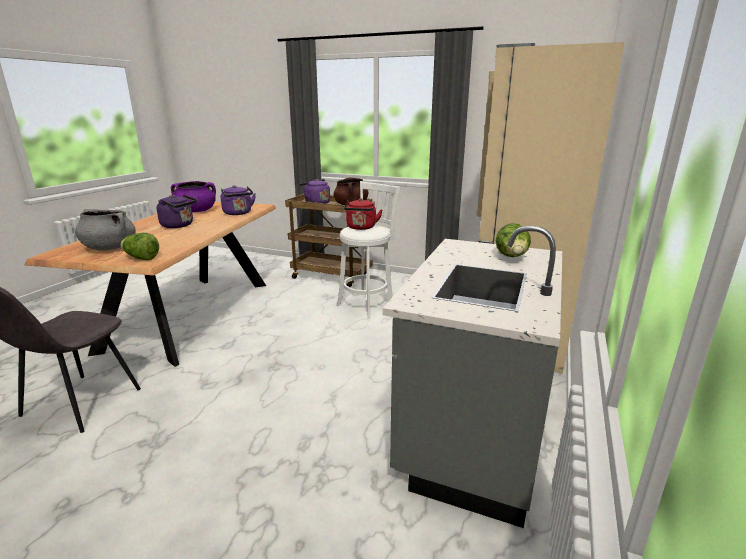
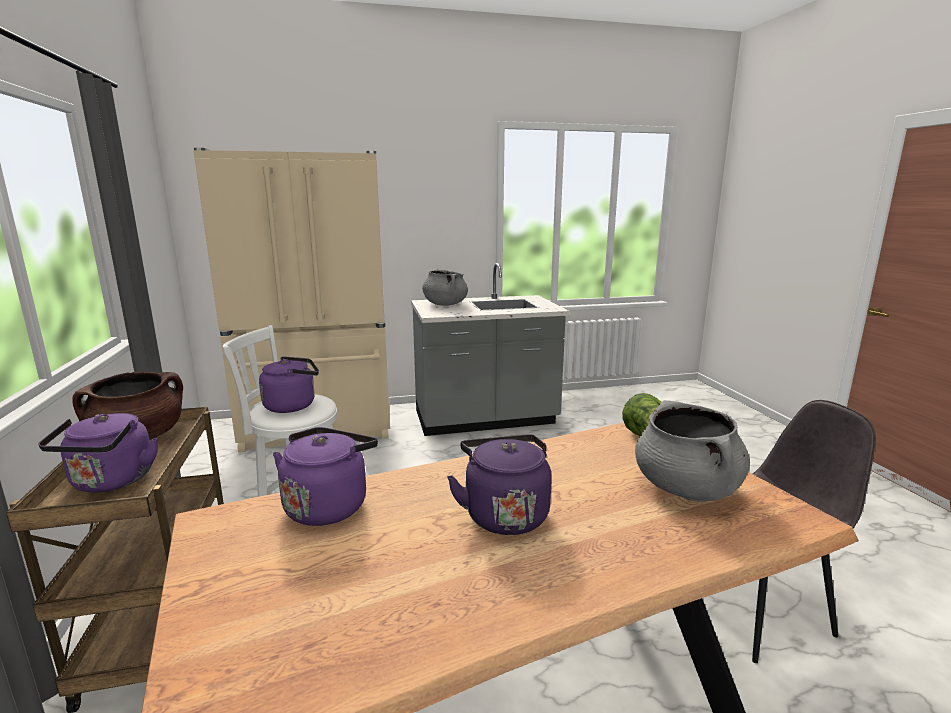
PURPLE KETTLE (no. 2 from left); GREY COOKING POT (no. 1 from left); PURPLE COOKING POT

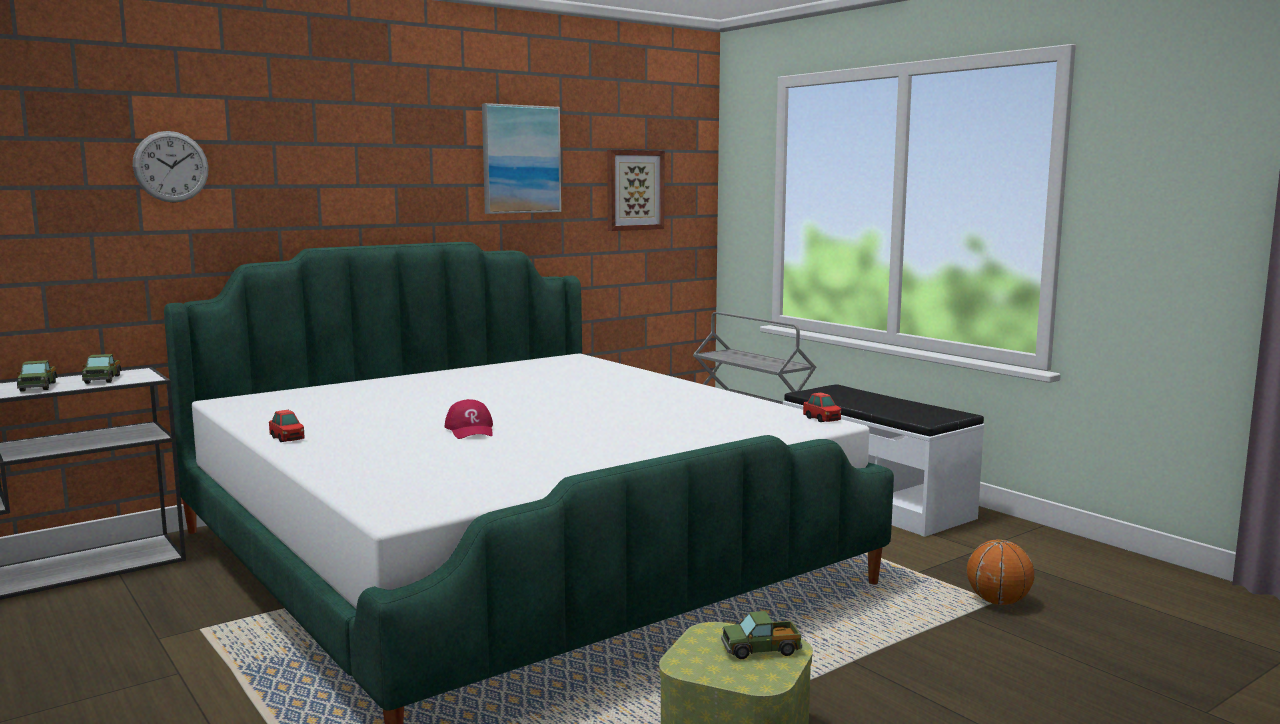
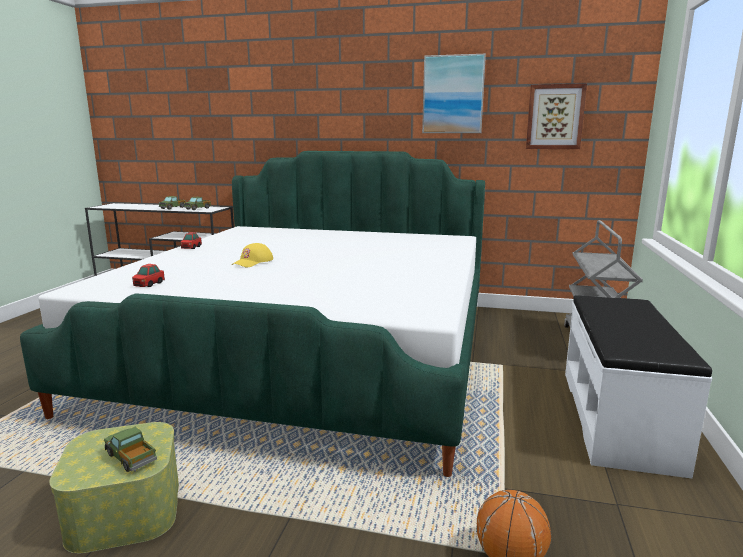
TOY CAR (no. 1 from left); YELLOW CAP; WALL CLOCK

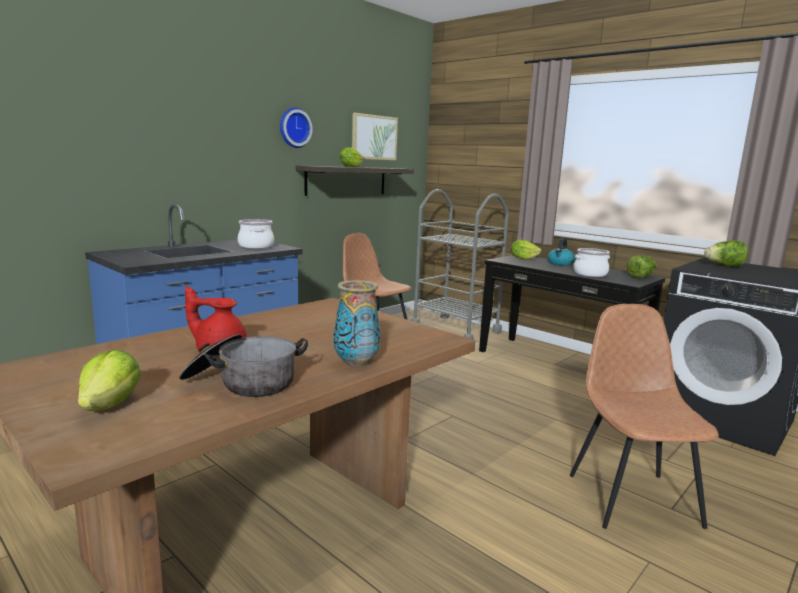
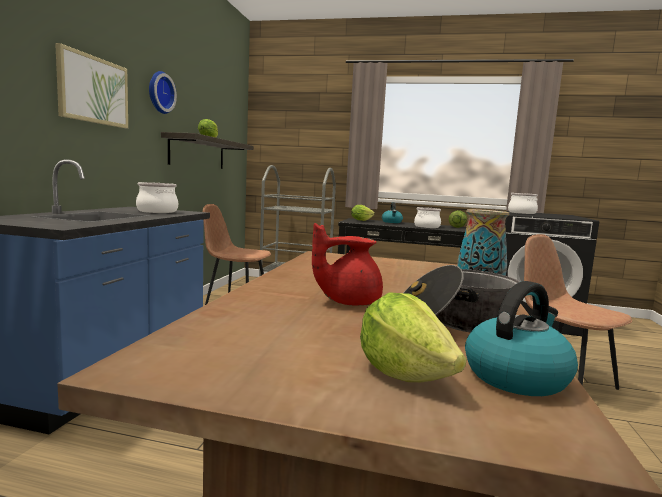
PICTURE; KETTLE (no. 2 from left); COOKING POT (no. 4 from left)

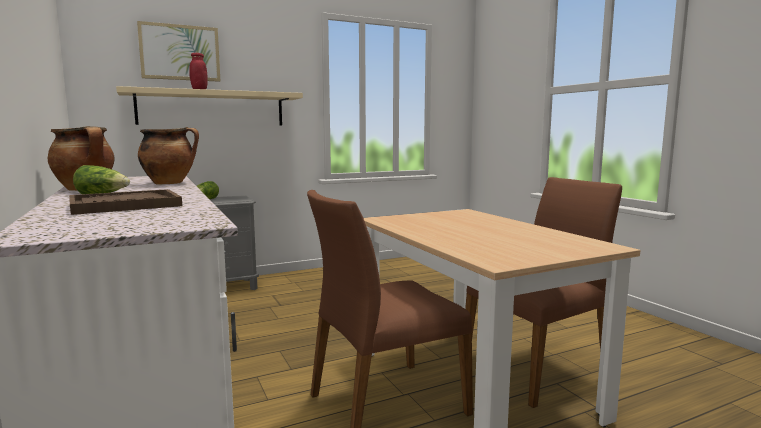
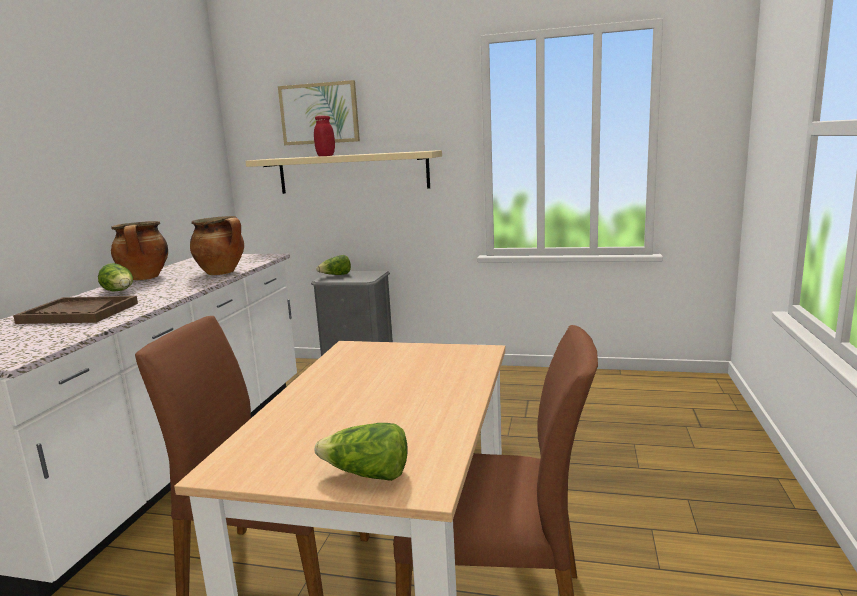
LETTUCE (no. 3 from left)

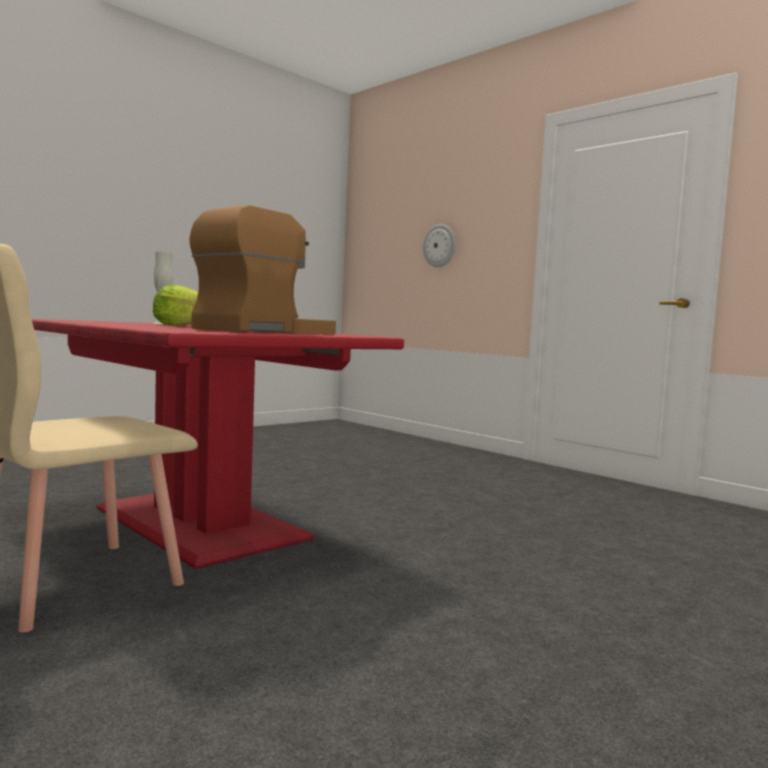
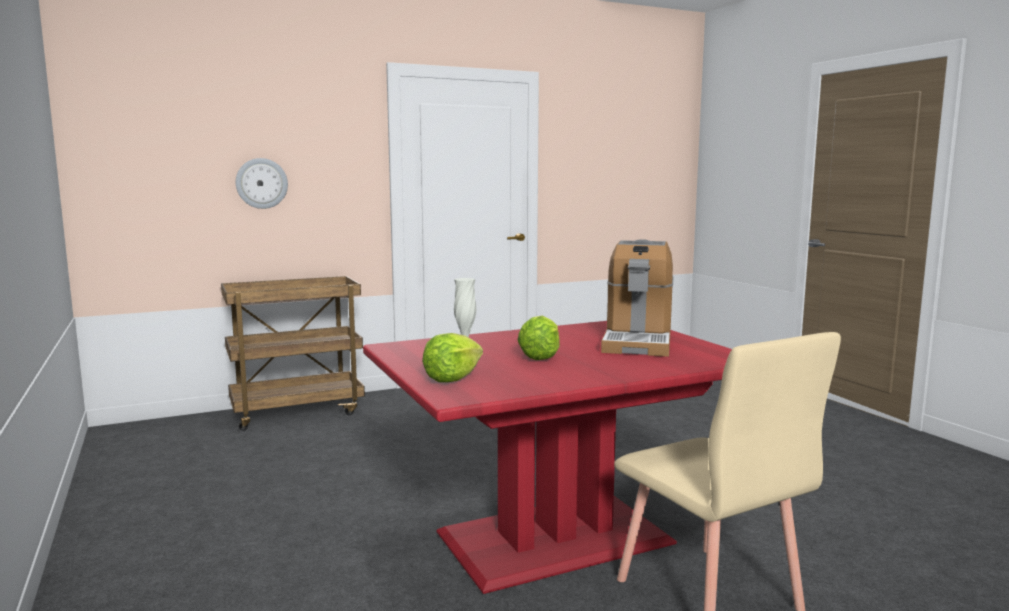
BROWN CART; LETTUCE (no. 1 from left); COFFEE MACHINE

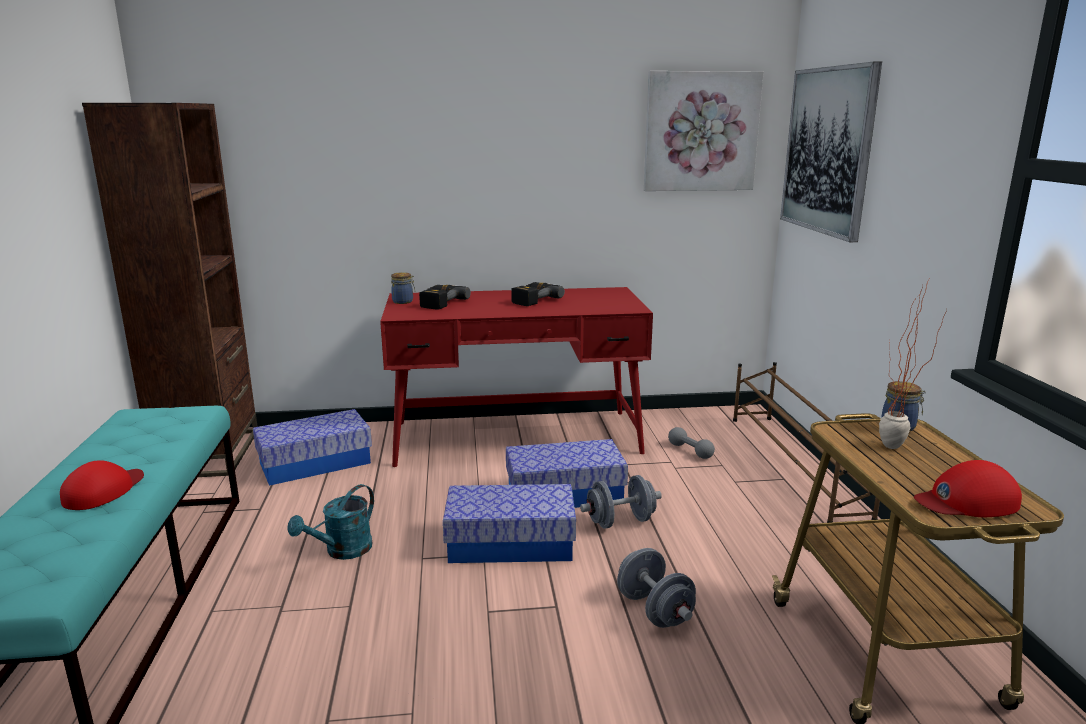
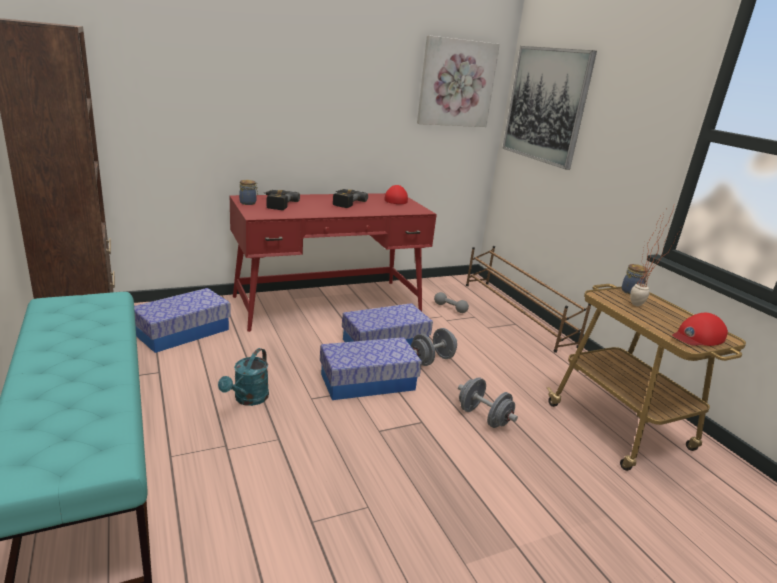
RED CAP (no. 1 from left)

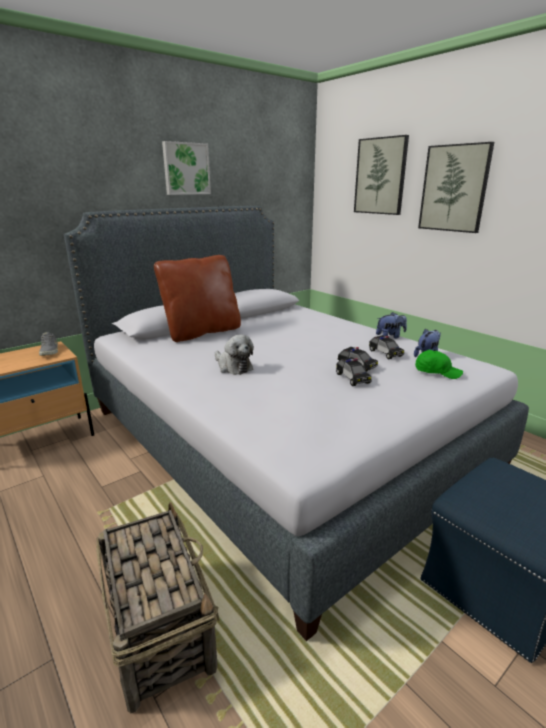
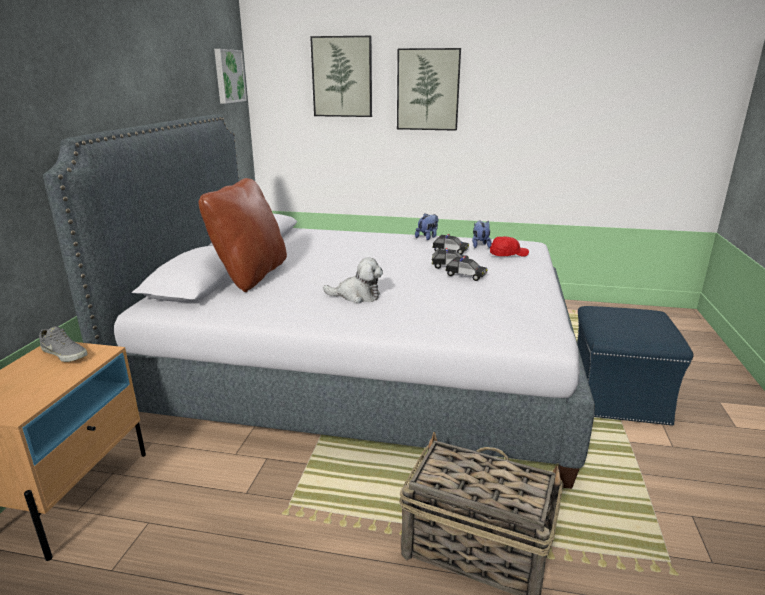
PICTURE (no. 1 from left); RED CAP

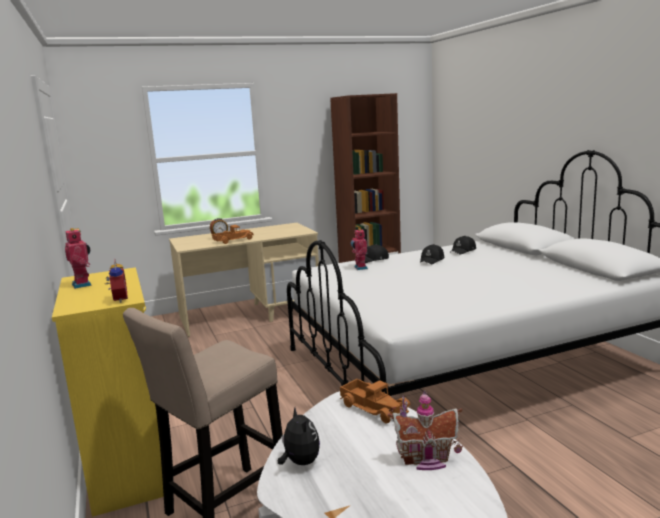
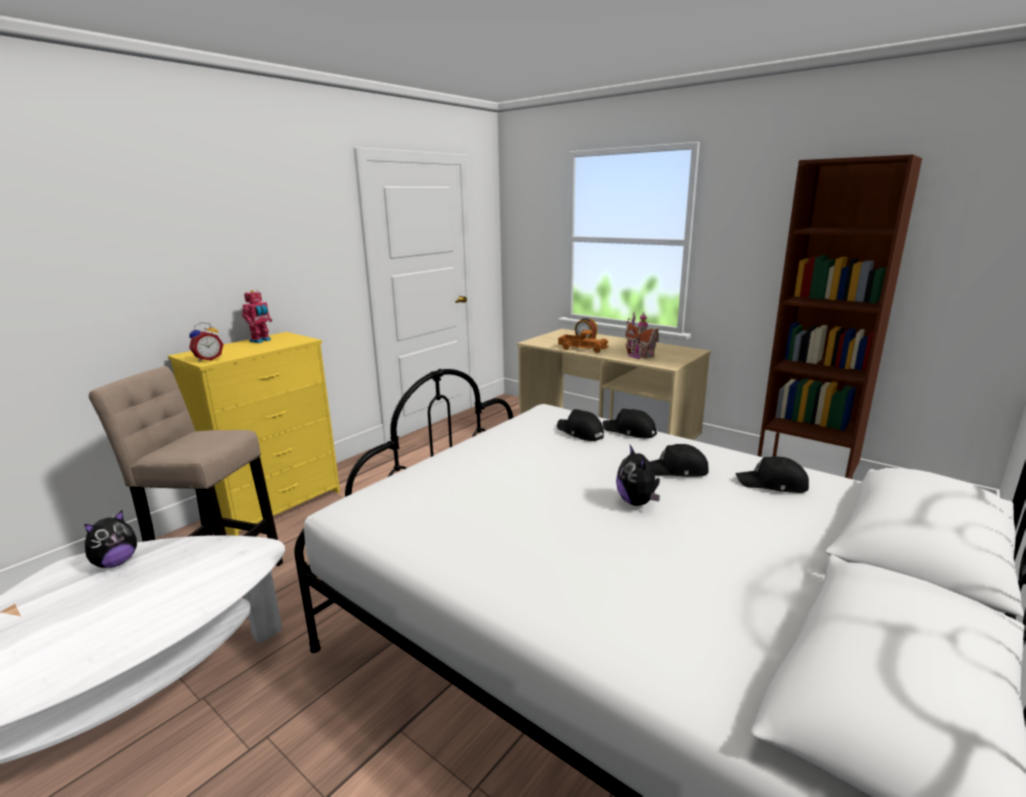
BLACK CAP (no. 1 from left); PLUSH TOY (no. 2 from left); TOY HOUSE; TOY TRUCK (no. 2 from left in the first image)

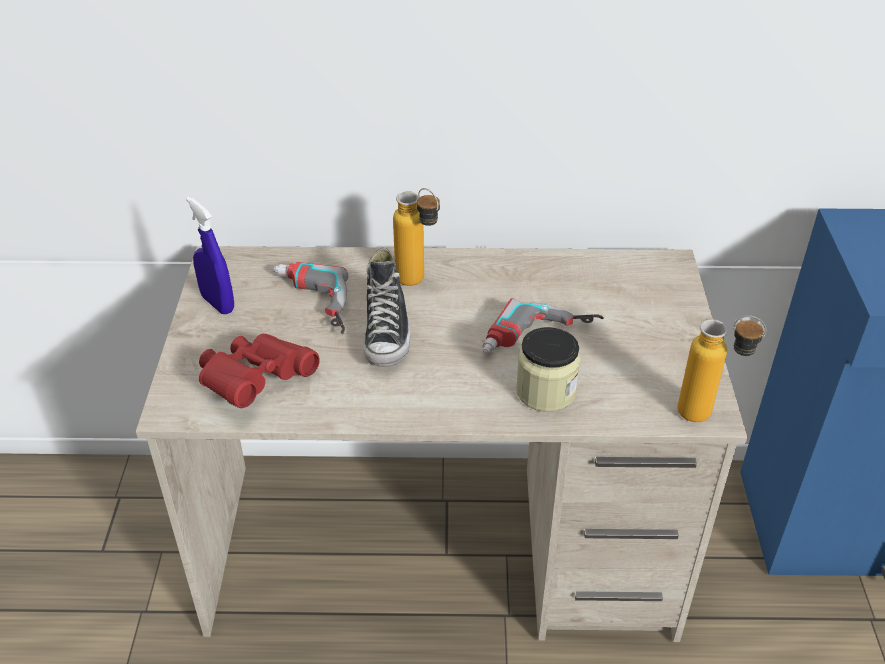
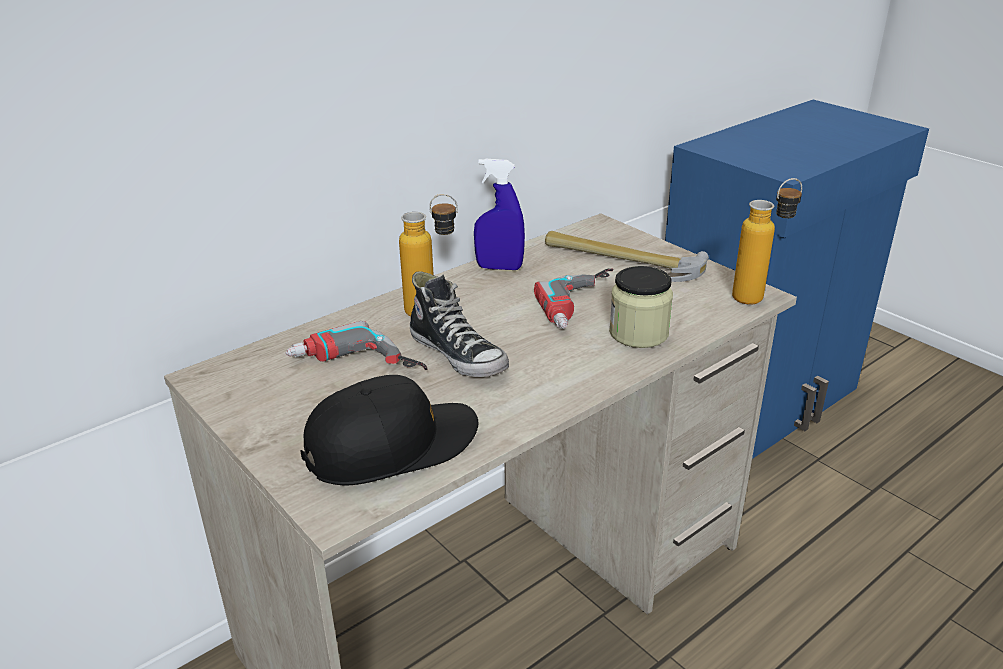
BLACK CAP; BLUE SPRAY BOTTLE; HAMMER

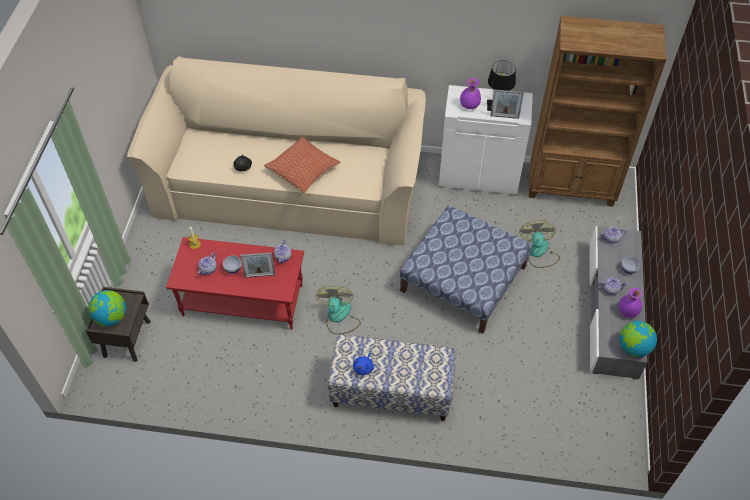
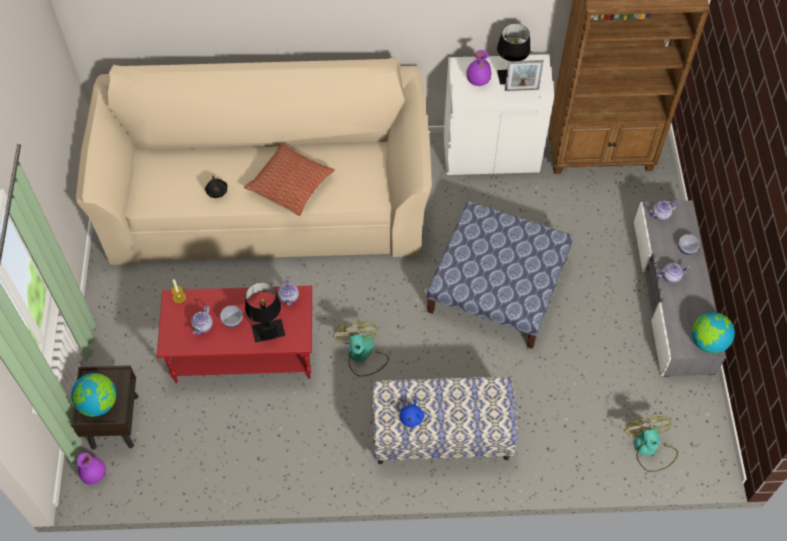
PURPLE VASE (no. 1 from left); BLACK TABLE LAMP (no. 1 from left); FAN (no. 2 from left)

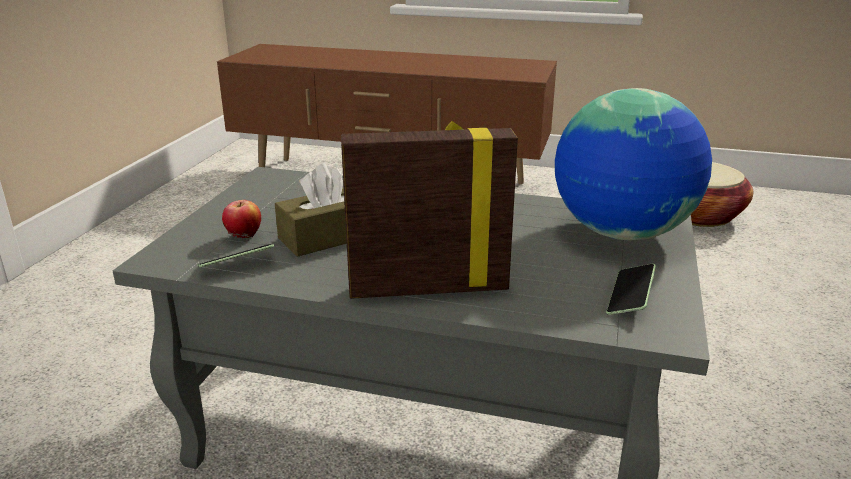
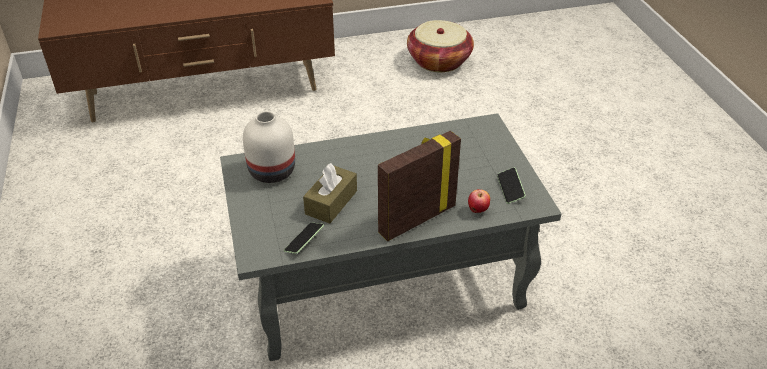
WHITE VASE; APPLE; GLOBE

